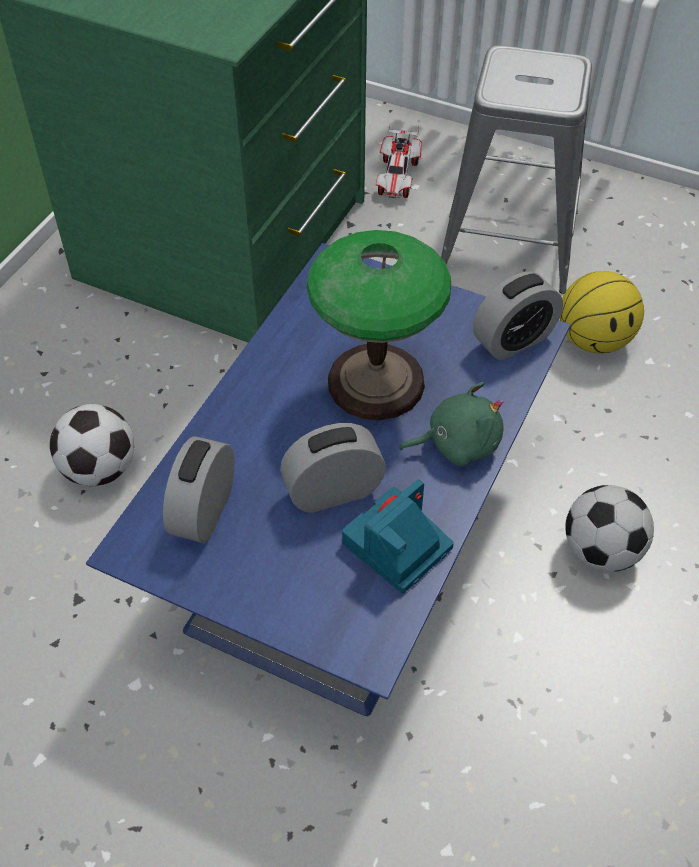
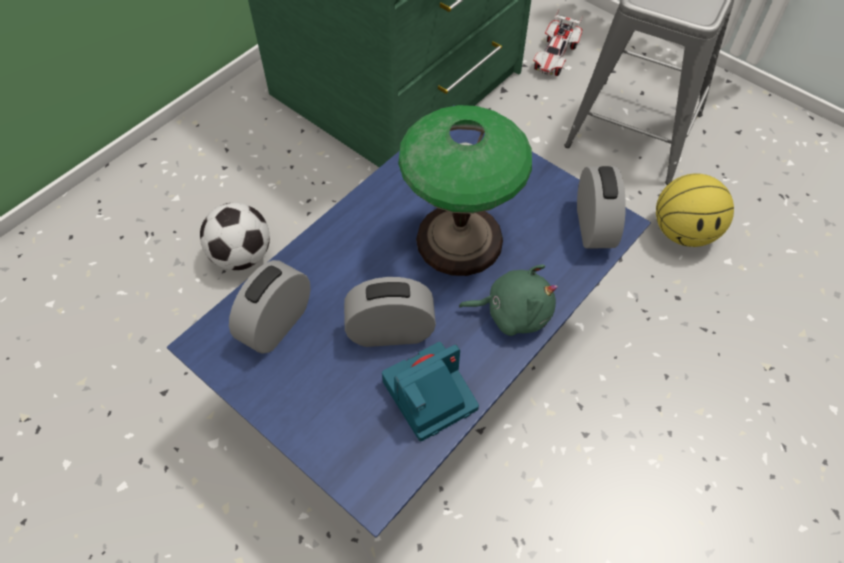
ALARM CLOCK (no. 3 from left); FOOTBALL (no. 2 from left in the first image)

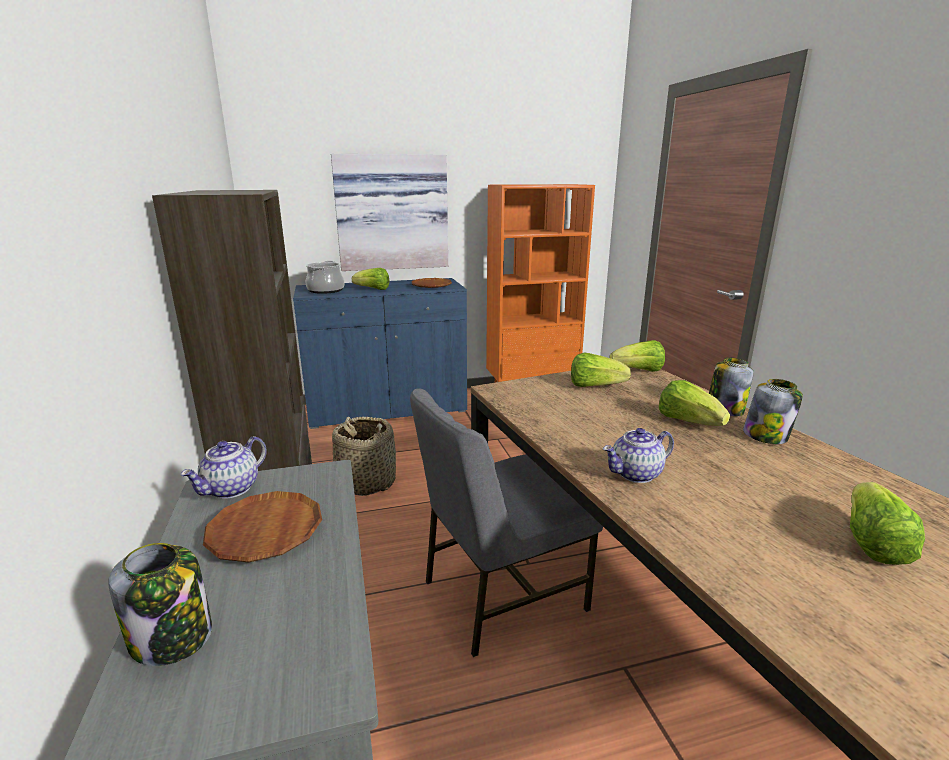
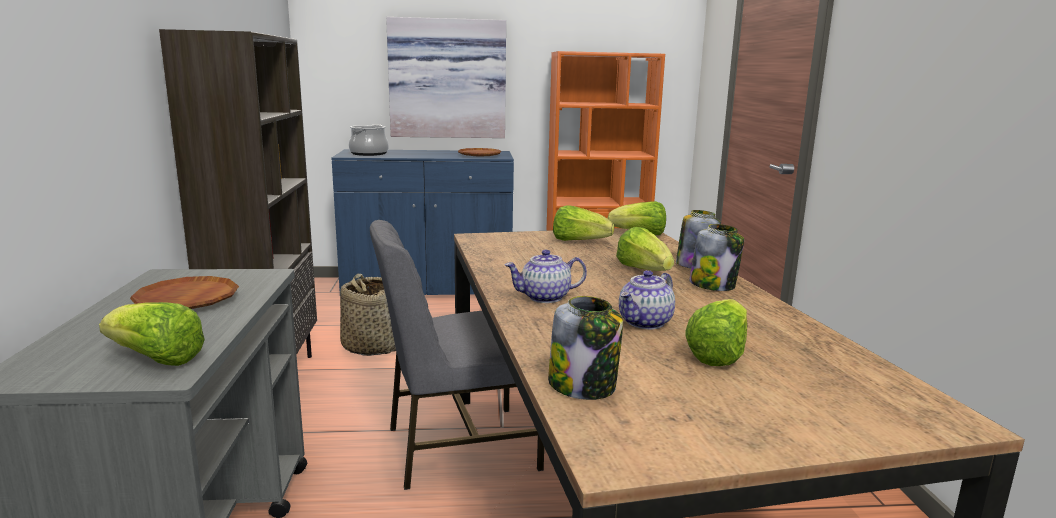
LETTUCE (no. 1 from left); JAR (no. 1 from left); TEAPOT (no. 2 from left)

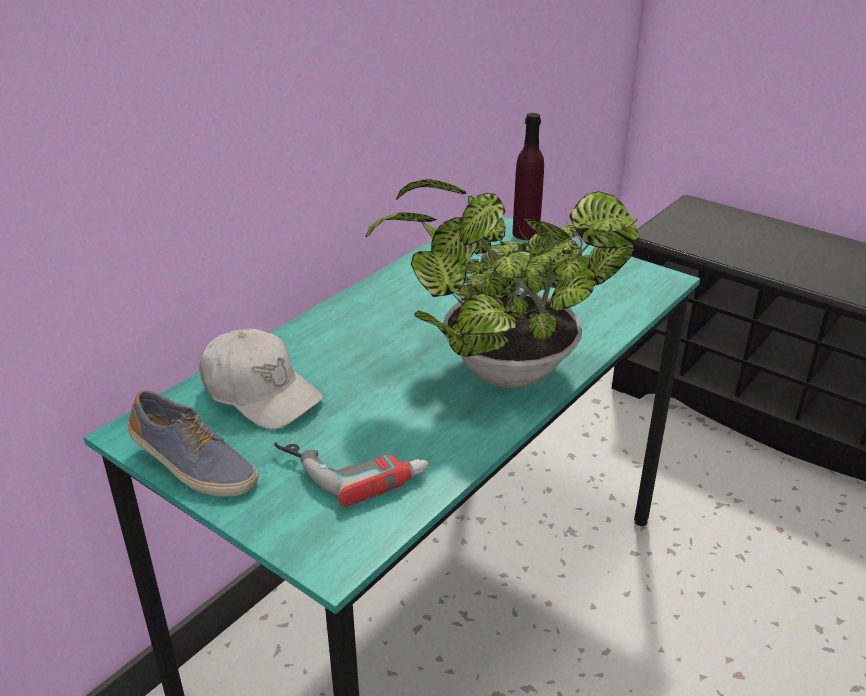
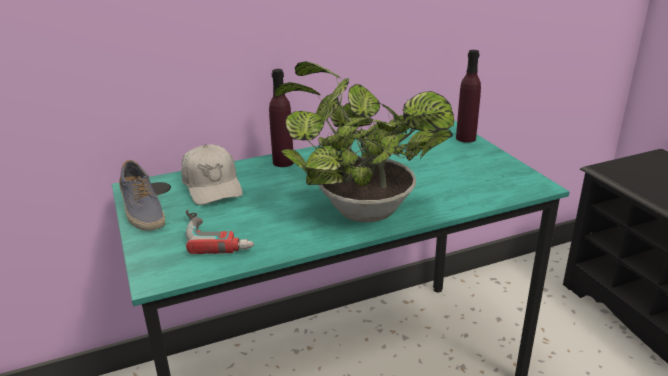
PURPLE BOTTLE (no. 1 from left)

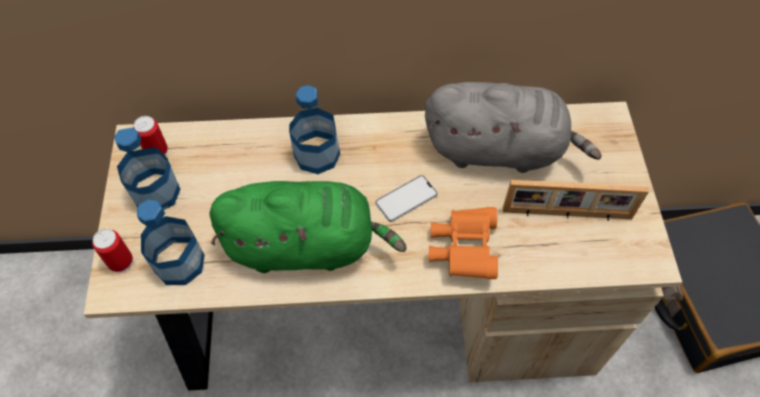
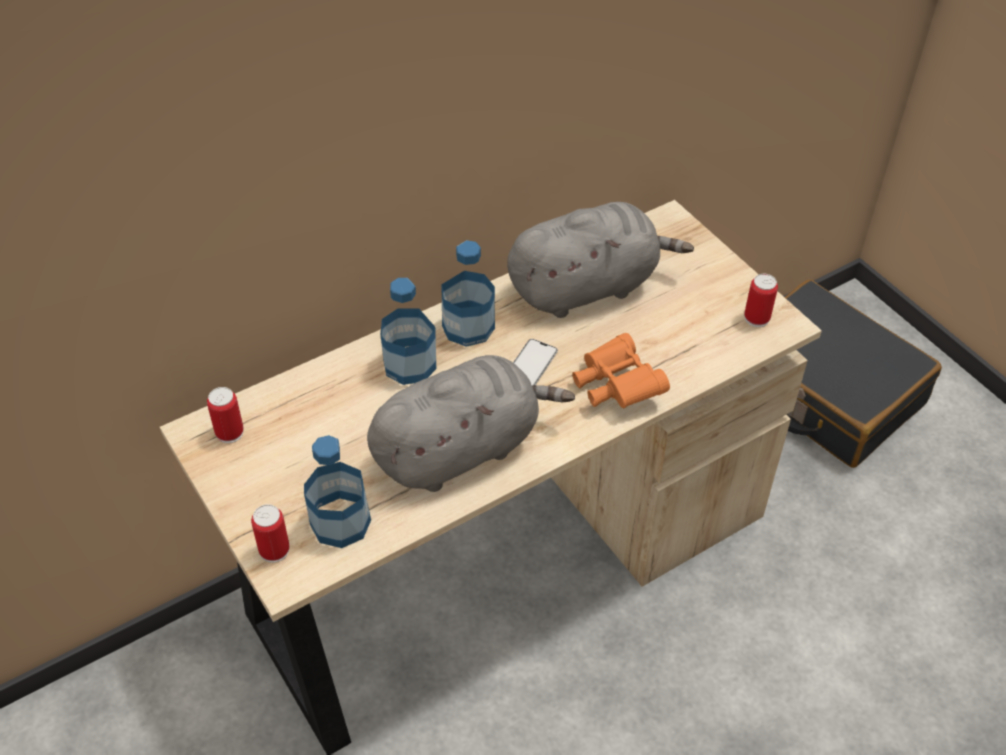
GREY PLUSH TOY (no. 1 from left); BOTTLE (no. 3 from left); CAN (no. 3 from left); PICTURE FRAME

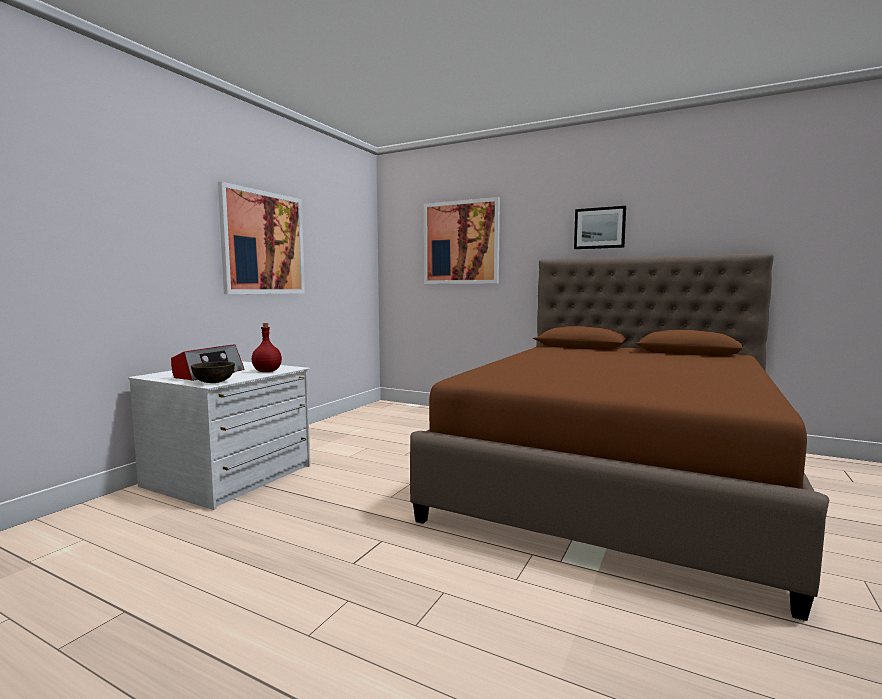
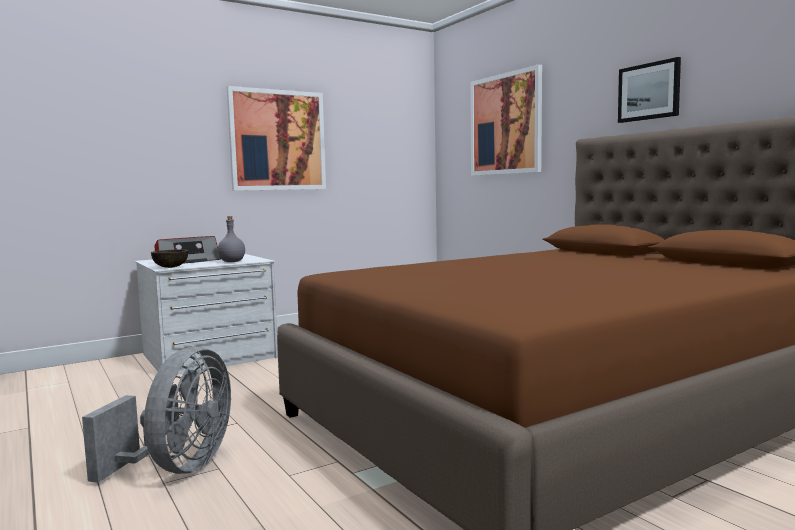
GREY FAN; GREY BOTTLE

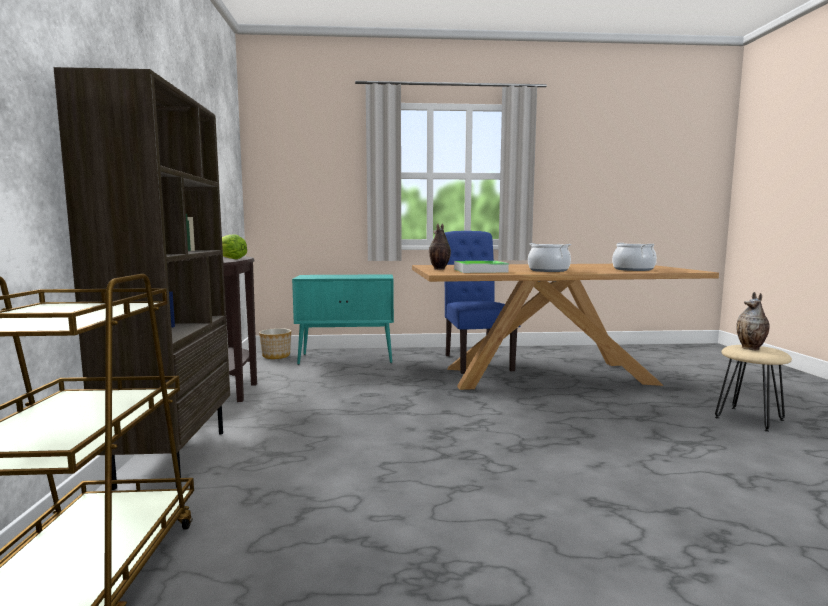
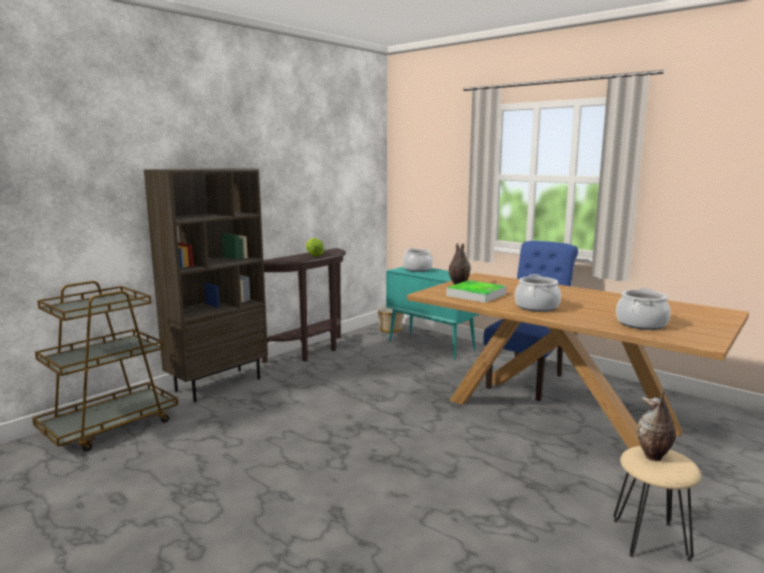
COOKING POT (no. 1 from left)

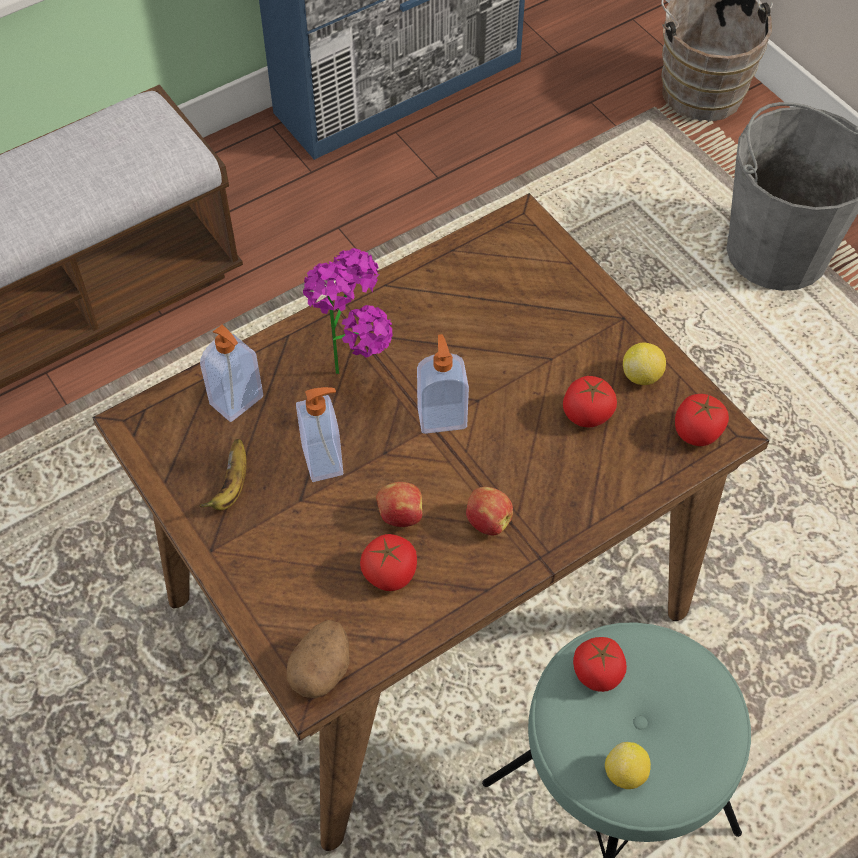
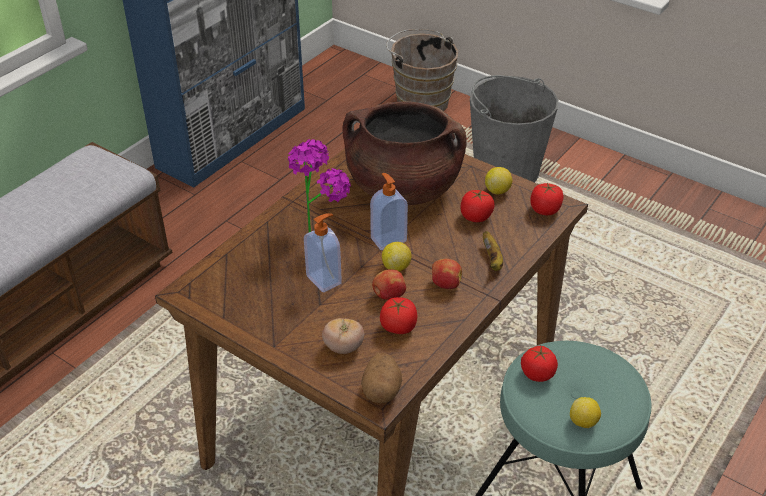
TOMATO (no. 1 from left); BROWN COOKING POT; LEMON (no. 1 from left); BANANA; SOAP DISPENSER (no. 1 from left in the first image)

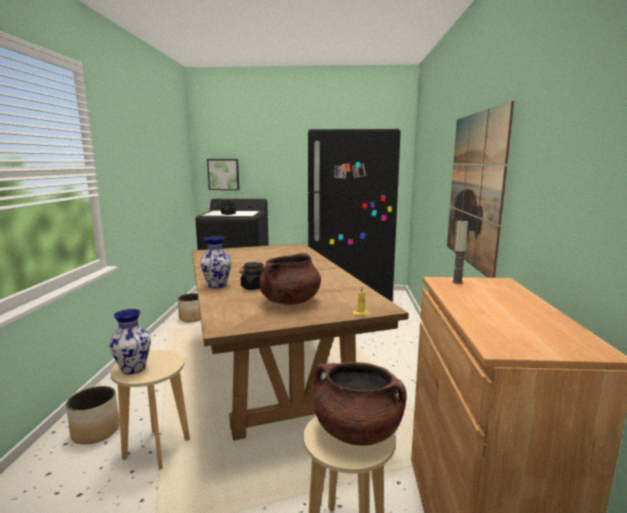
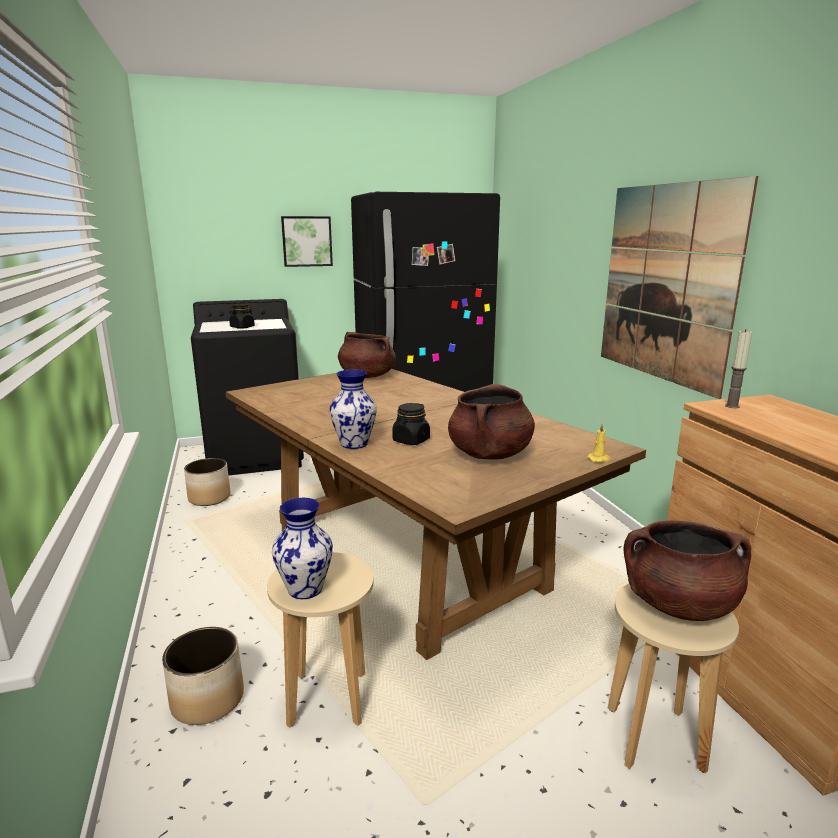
PICTURE (no. 1 from left); BROWN COOKING POT (no. 1 from left)

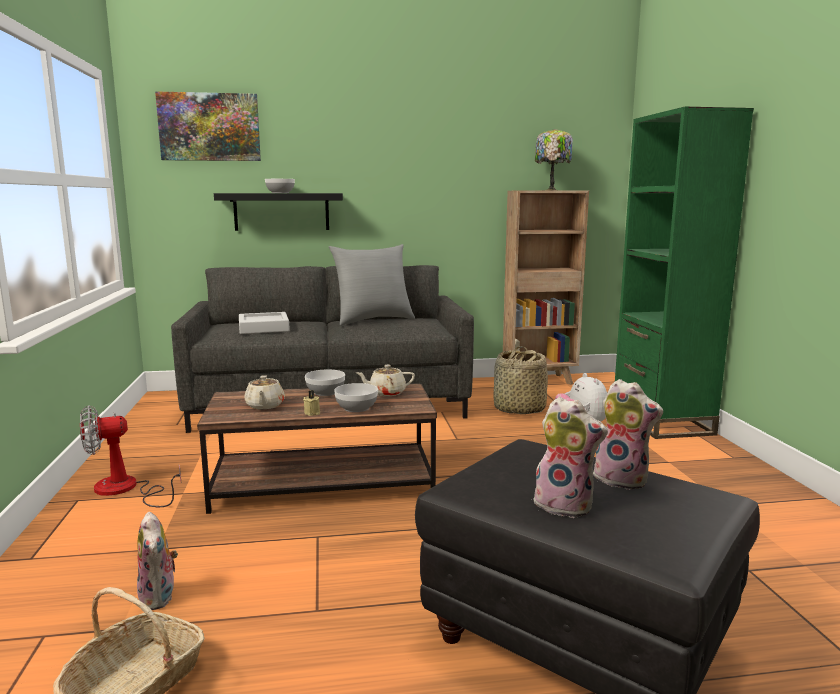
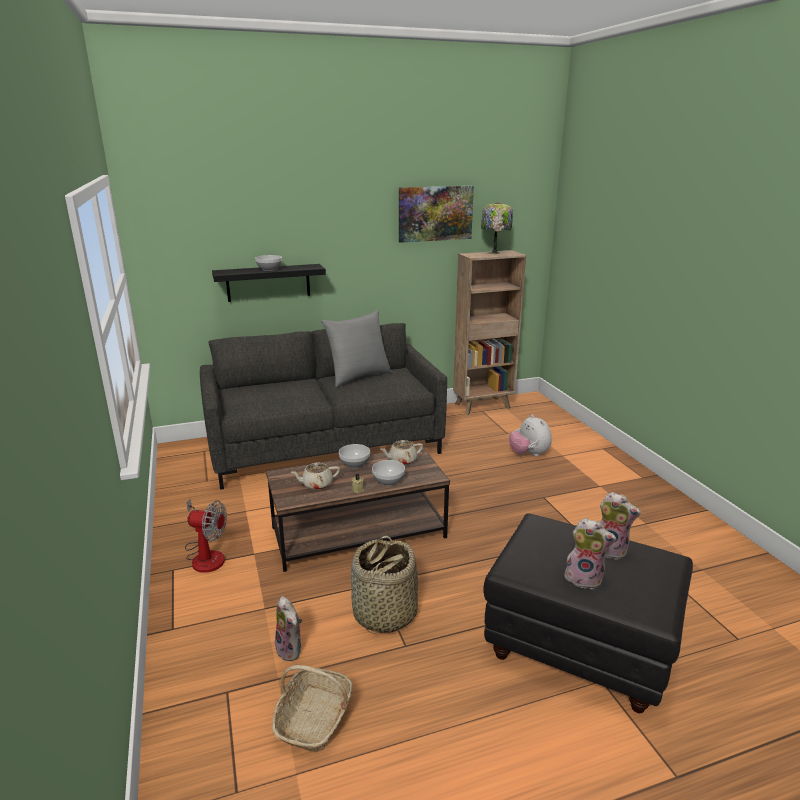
FAN; BEIGE TEAPOT (no. 1 from left); BASKET (no. 2 from left); PICTURE; GREY TRAY; GREEN BOOKCASE

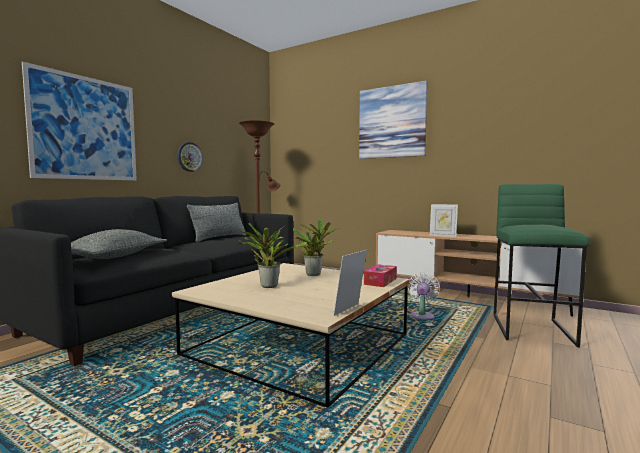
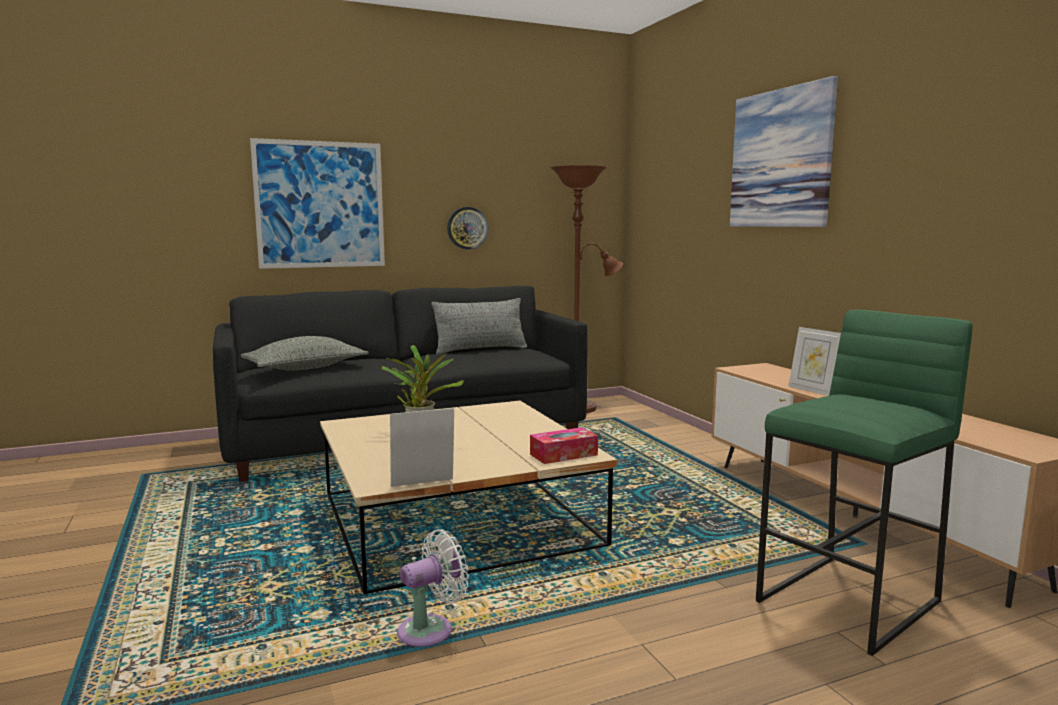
WHITE FAN; POTTED PLANT (no. 2 from left in the first image)

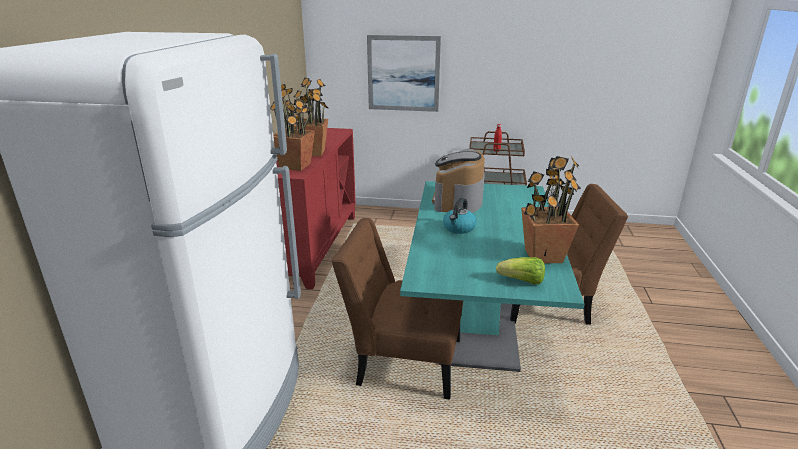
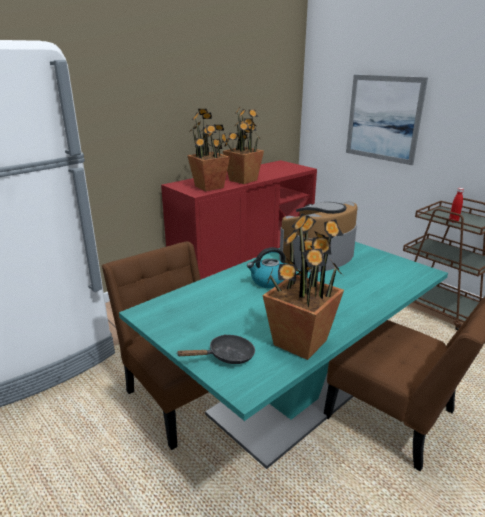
BLACK FRYING PAN

